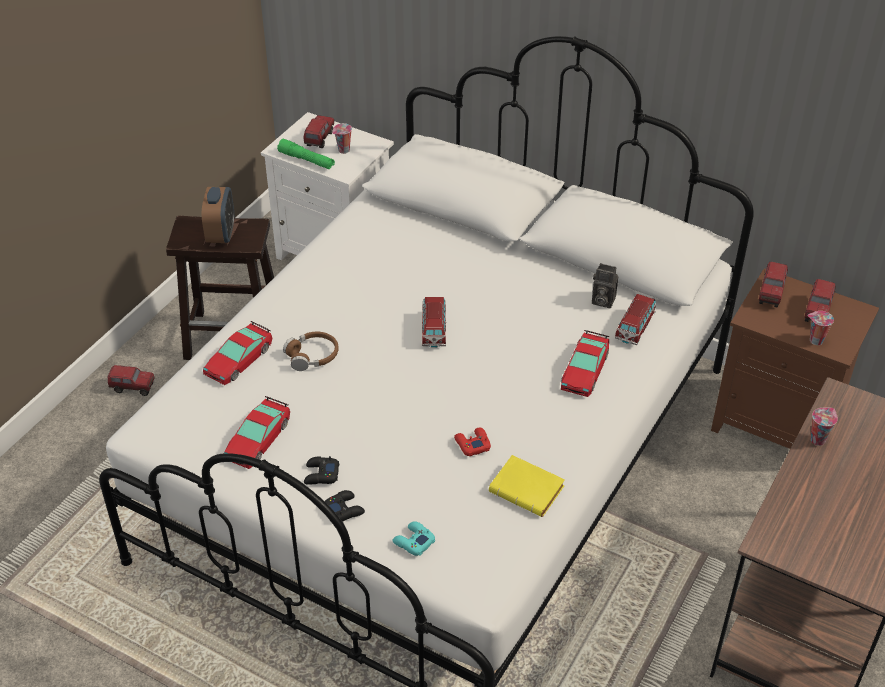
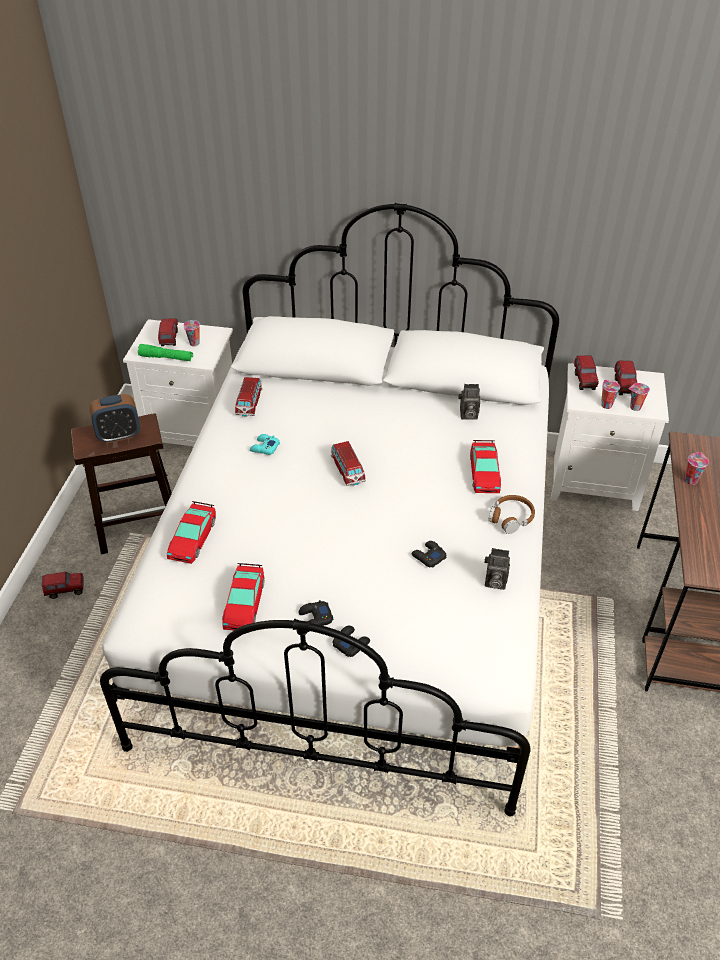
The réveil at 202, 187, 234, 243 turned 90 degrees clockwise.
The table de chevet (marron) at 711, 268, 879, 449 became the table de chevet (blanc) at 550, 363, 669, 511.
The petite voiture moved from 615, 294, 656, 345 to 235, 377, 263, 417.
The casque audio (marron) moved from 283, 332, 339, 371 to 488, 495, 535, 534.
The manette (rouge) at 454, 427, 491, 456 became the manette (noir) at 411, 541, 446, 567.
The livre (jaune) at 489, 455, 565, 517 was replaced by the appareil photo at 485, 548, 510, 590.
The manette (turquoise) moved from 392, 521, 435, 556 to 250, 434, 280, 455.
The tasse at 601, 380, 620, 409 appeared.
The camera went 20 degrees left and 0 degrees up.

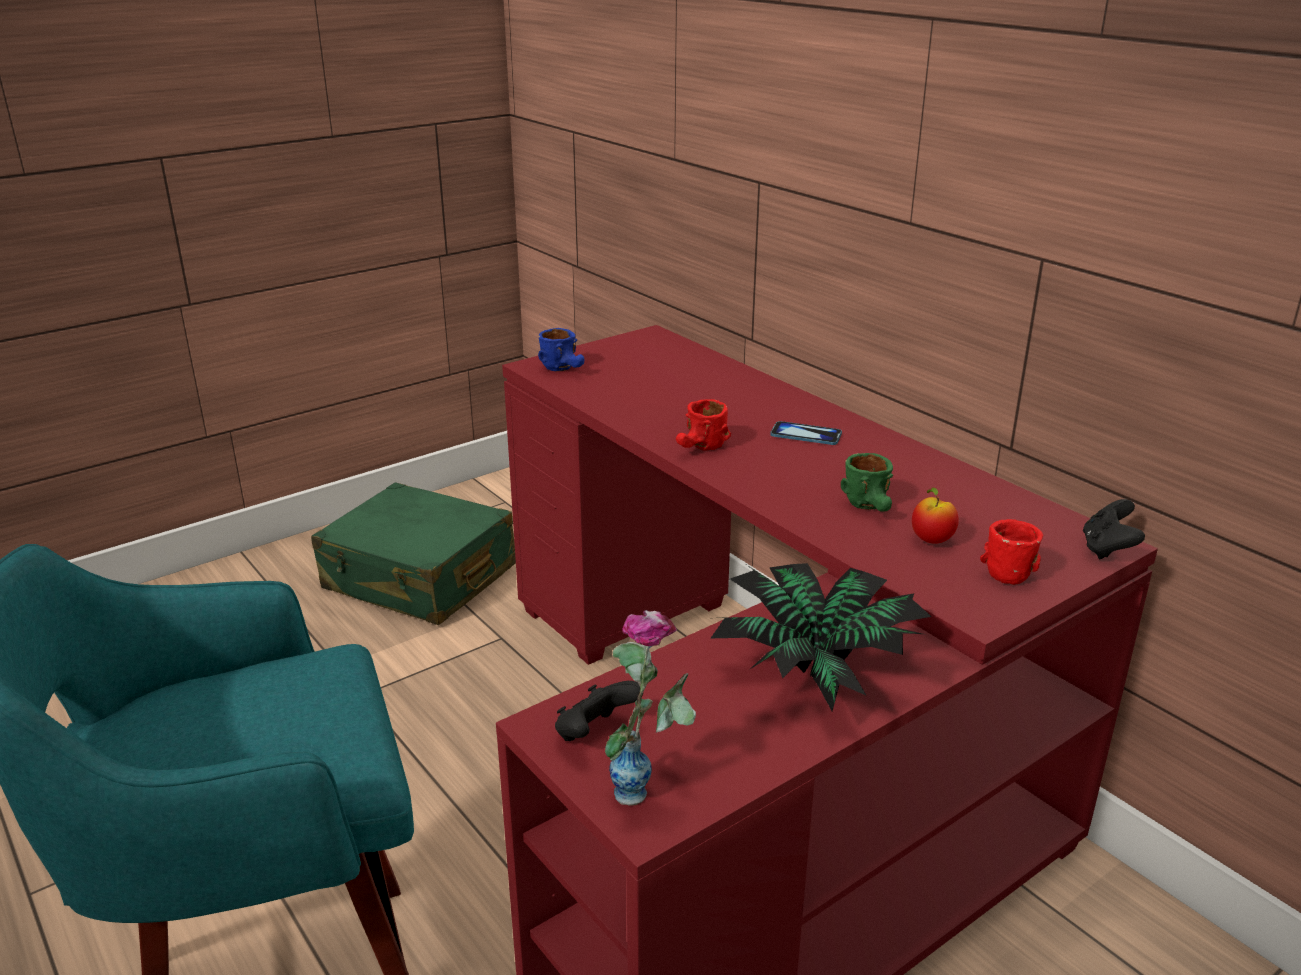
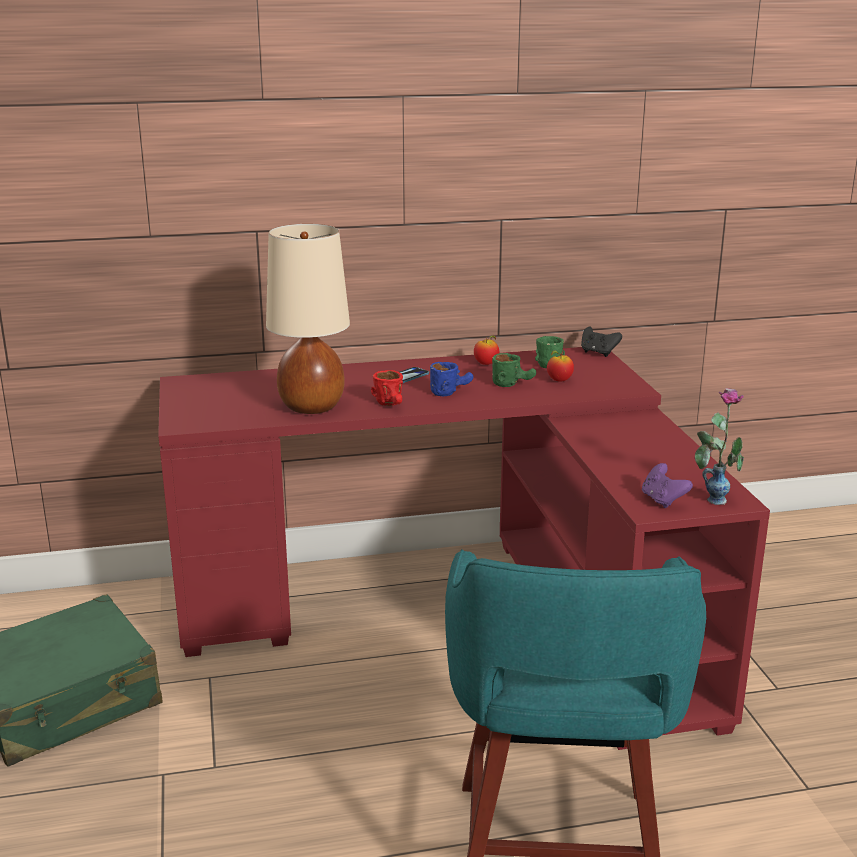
The mug (bleu) moved from 538, 328, 584, 371 to 430, 362, 474, 396.
The mug (rouge) at 980, 519, 1043, 585 disappeared.
The plante en pot at 711, 563, 932, 711 disappeared.
The manette (noir) at 555, 681, 643, 741 became the manette (violet) at 642, 463, 693, 508.
The lampe de table (beige) at 266, 224, 350, 414 appeared.
The pomme at 474, 335, 499, 365 appeared.
The mug (vert) at 535, 336, 565, 368 appeared.
The camera went 65 degrees left and 5 degrees down.

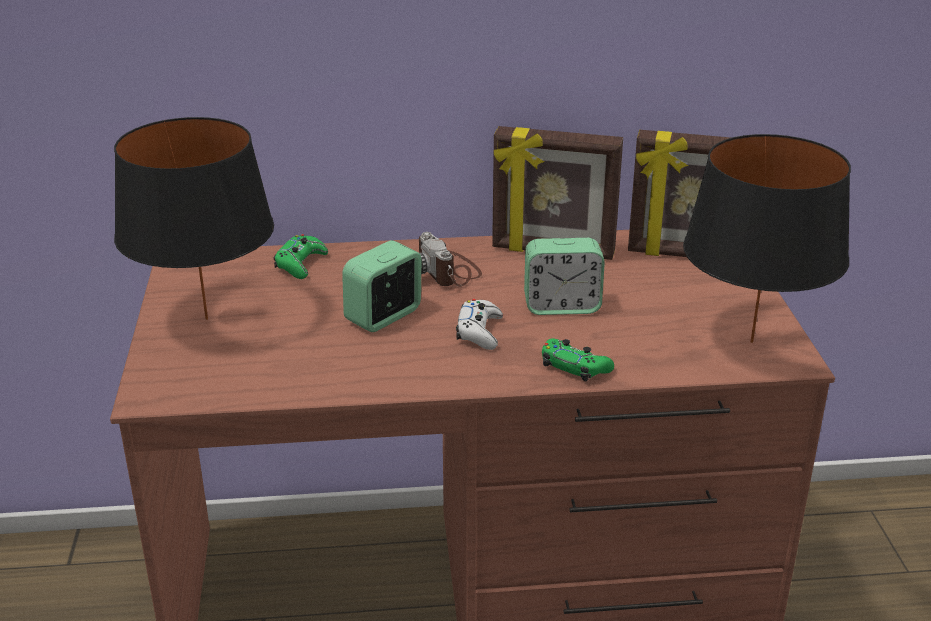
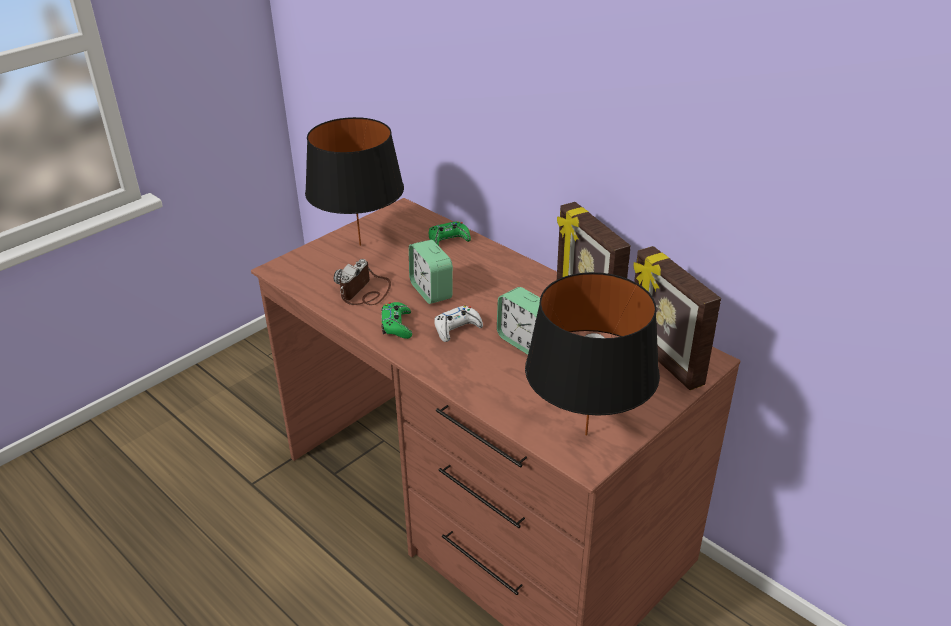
The appareil photo moved from 419, 232, 482, 287 to 334, 259, 391, 305.
The réveil at 342, 240, 421, 332 turned 120 degrees counterclockwise.
The manette (vert) moved from 542, 339, 614, 381 to 381, 302, 412, 339.
The camera went 50 degrees right and 5 degrees up.

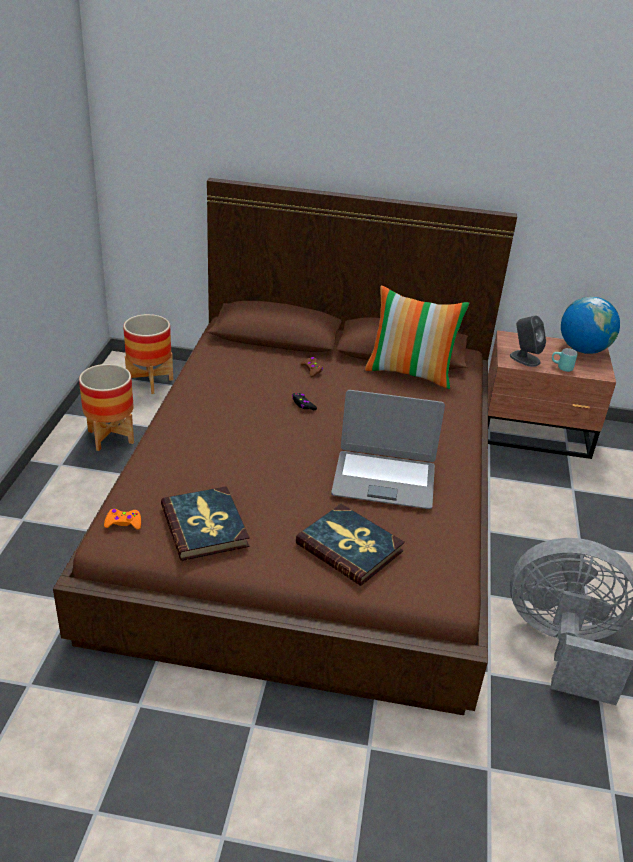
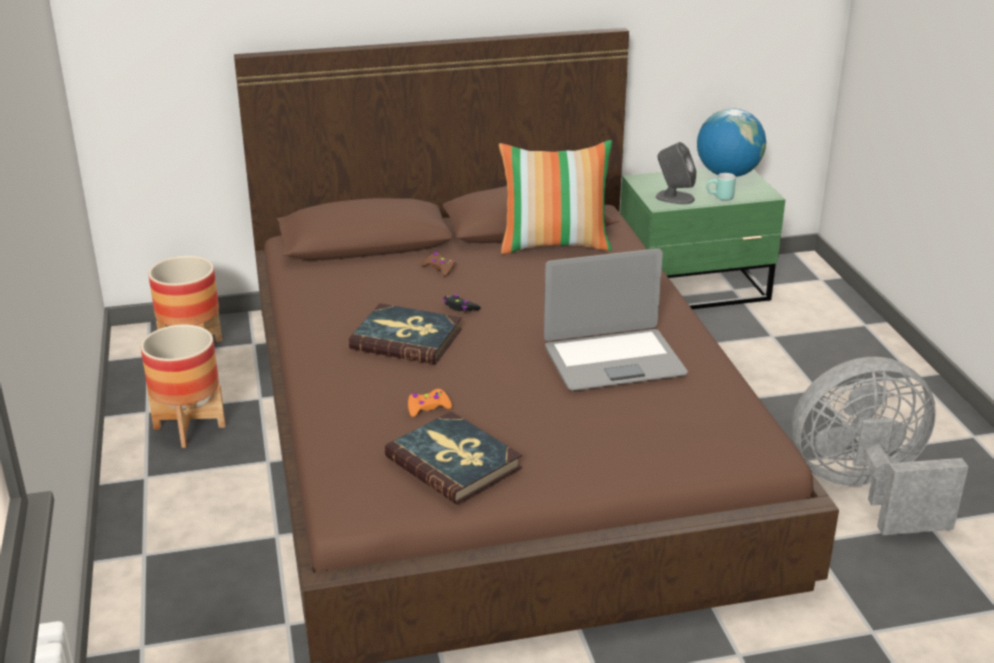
The table de chevet (marron) at 488, 330, 616, 459 became the table de chevet (vert) at 620, 168, 785, 309.
The livre moved from 296, 504, 405, 586 to 349, 303, 462, 364.
The manette (orange) moved from 104, 509, 141, 530 to 408, 389, 452, 417.
The camera went 20 degrees left and 5 degrees down.

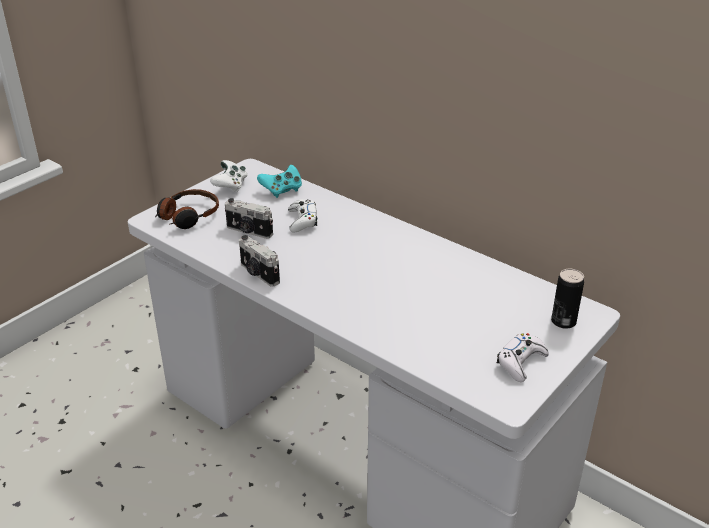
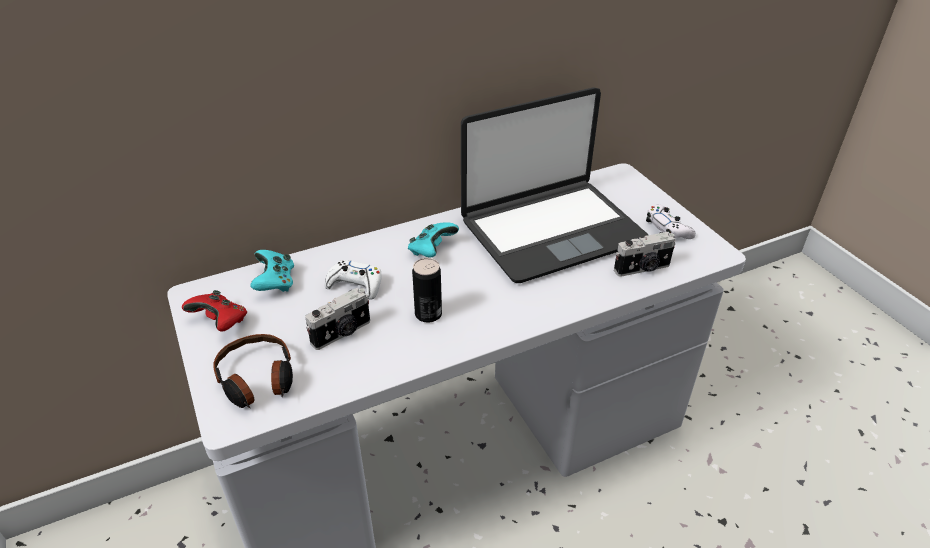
The manette (blanc) at 210, 160, 248, 192 became the manette (rouge) at 182, 290, 247, 332.
The appareil photo moved from 239, 235, 280, 287 to 614, 232, 675, 277.
The boîte métallique moved from 551, 269, 584, 329 to 412, 258, 442, 323.
The ordinateur portable at 461, 88, 648, 283 appeared.
The manette (turquoise) at 408, 222, 459, 258 appeared.
The camera went 65 degrees left and 5 degrees up.

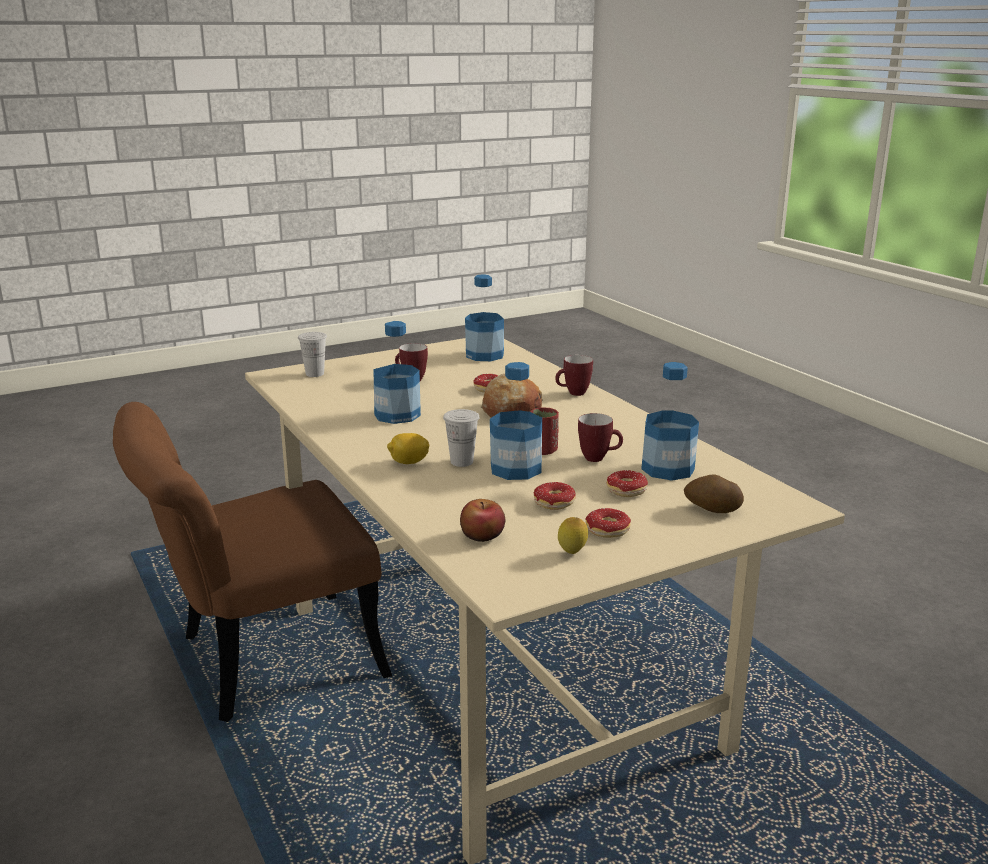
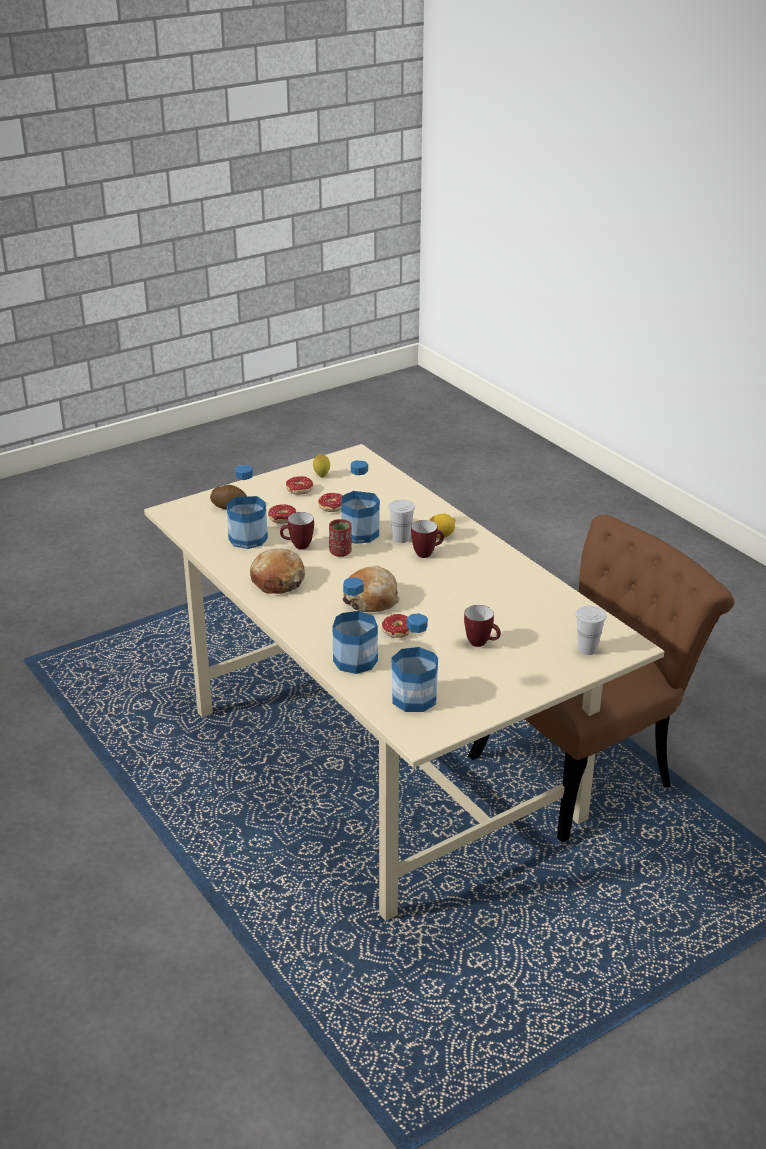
The bouteille moved from 373, 321, 421, 424 to 333, 577, 378, 674.
The mug moved from 555, 355, 593, 396 to 411, 520, 444, 558.
The pomme at 460, 499, 505, 542 disappeared.
The pain at 250, 548, 305, 594 appeared.
The camera went 175 degrees right and 10 degrees up.

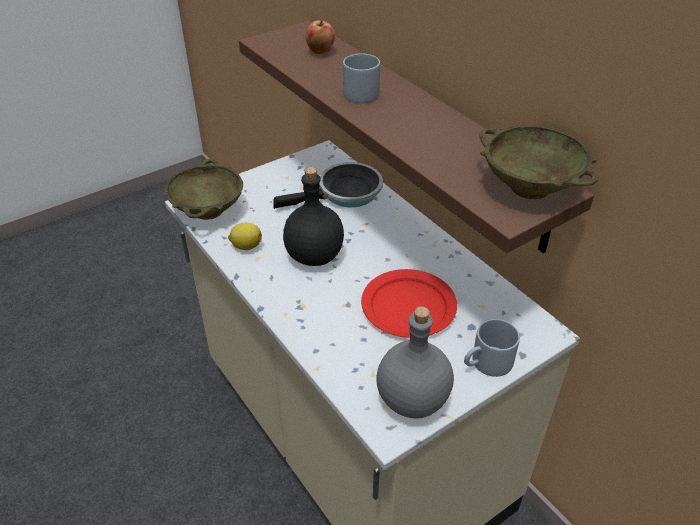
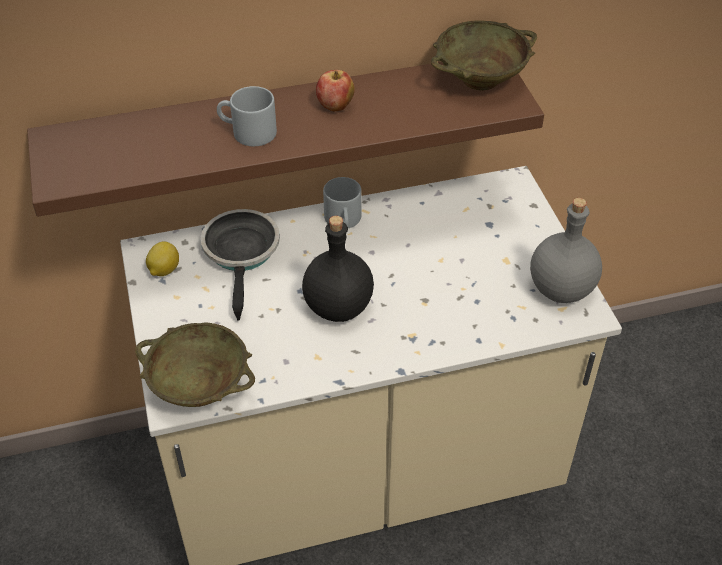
The pomme moved from 305, 20, 335, 54 to 316, 70, 355, 111.
The citron moved from 228, 223, 262, 250 to 146, 241, 179, 276.
The assiette (rouge) at 361, 269, 457, 338 disappeared.
The mug (gris) moved from 464, 319, 520, 377 to 323, 177, 362, 228.
The camera went 70 degrees left and 5 degrees up.

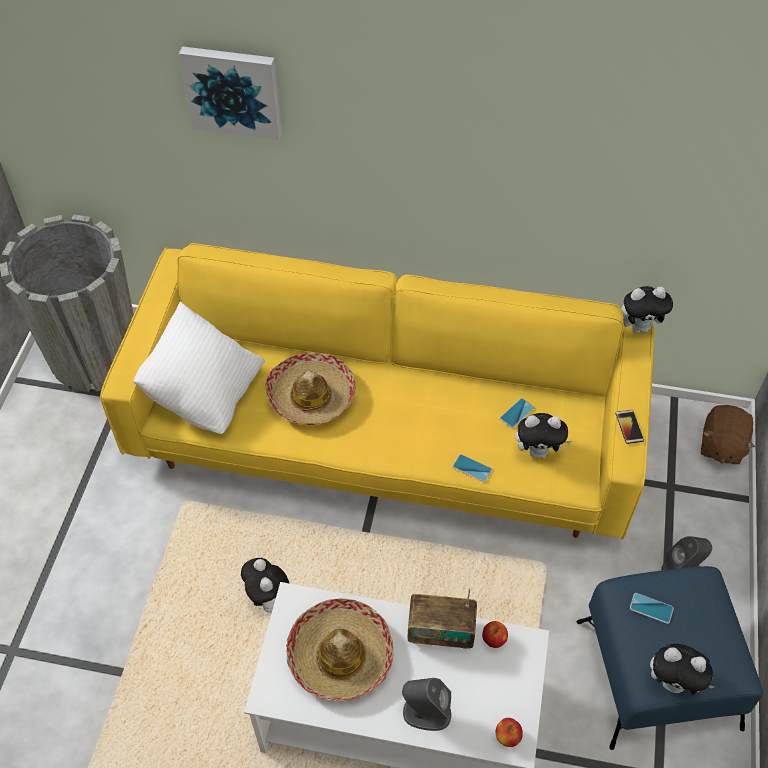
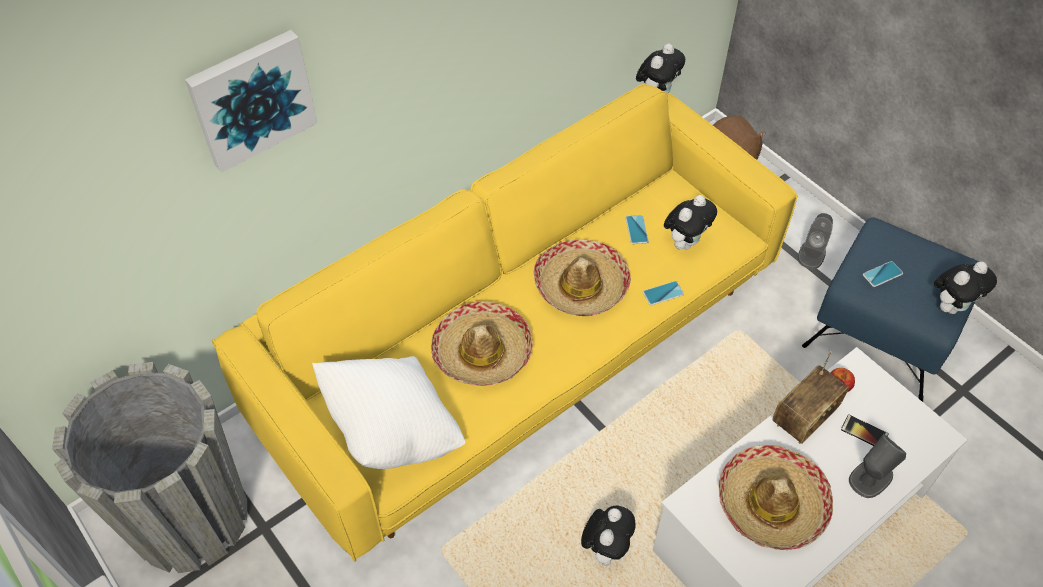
The téléphone moved from 615, 410, 644, 444 to 841, 414, 889, 446.
The peluche at 241, 558, 290, 612 turned 90 degrees counterclockwise.
The pomme at 496, 718, 523, 747 disappeared.
The chapeau at 534, 239, 631, 316 appeared.
The camera went 50 degrees left and 0 degrees up.

